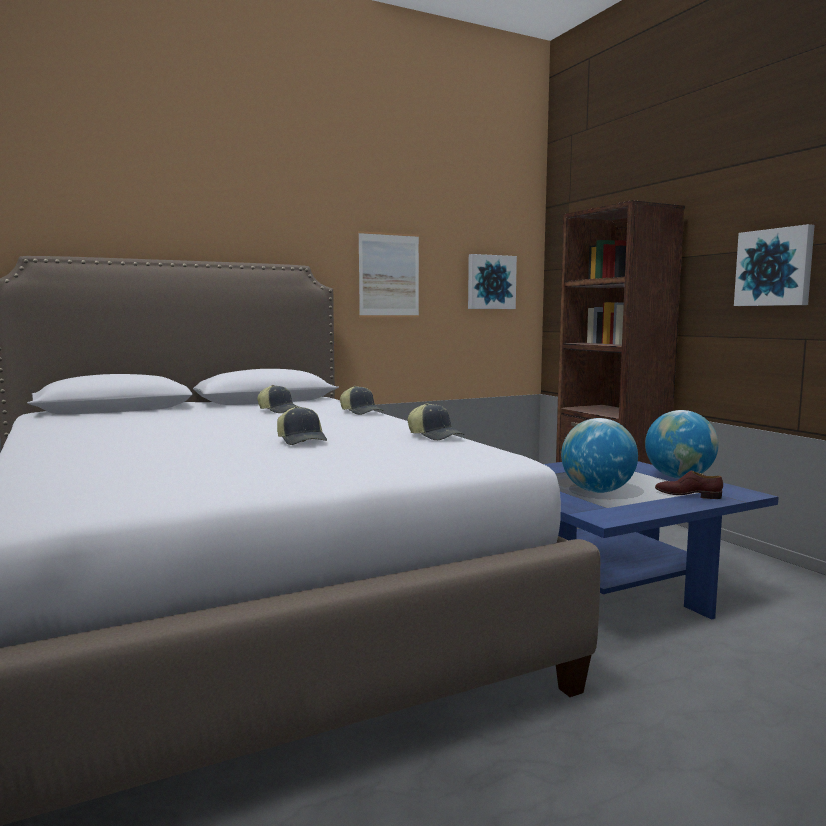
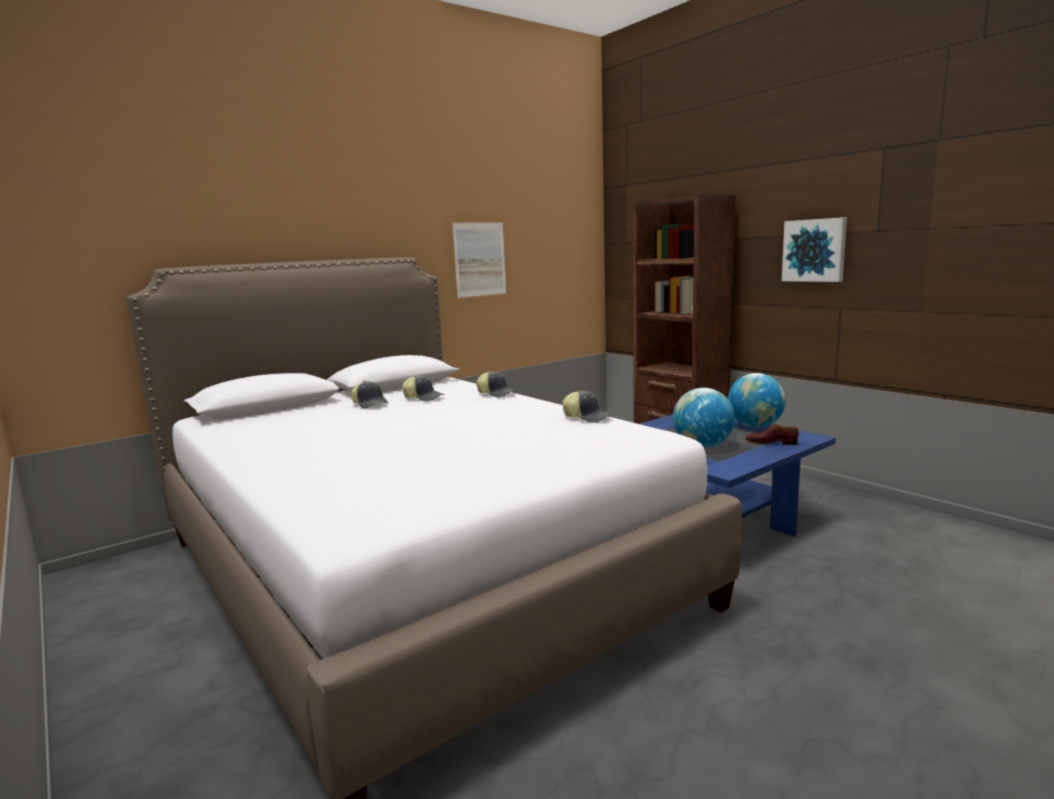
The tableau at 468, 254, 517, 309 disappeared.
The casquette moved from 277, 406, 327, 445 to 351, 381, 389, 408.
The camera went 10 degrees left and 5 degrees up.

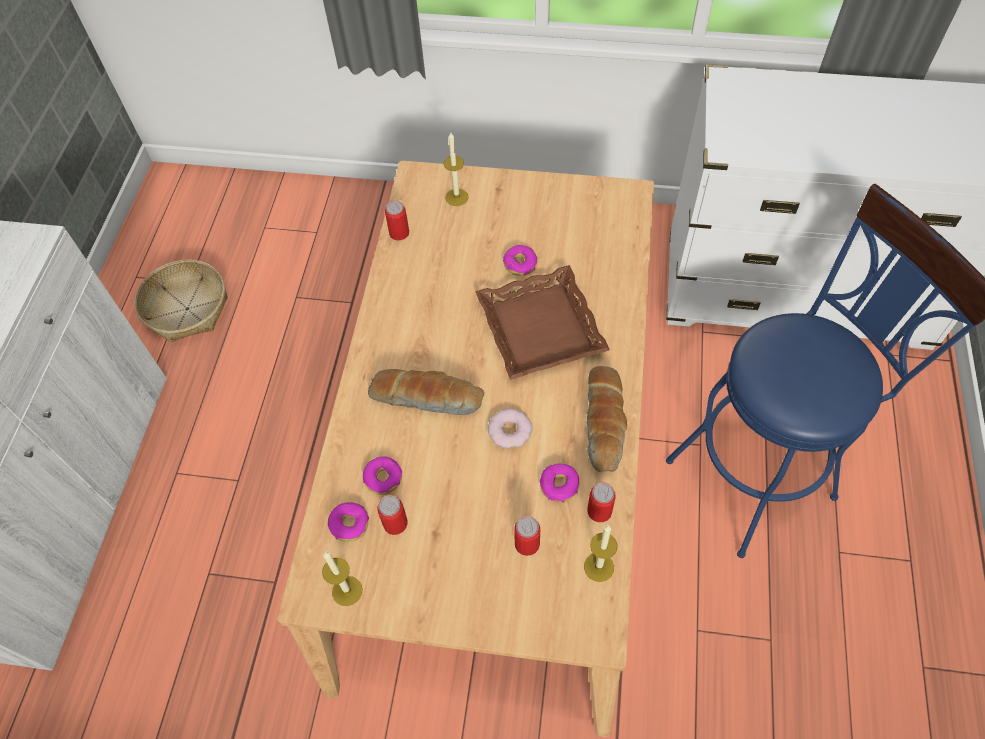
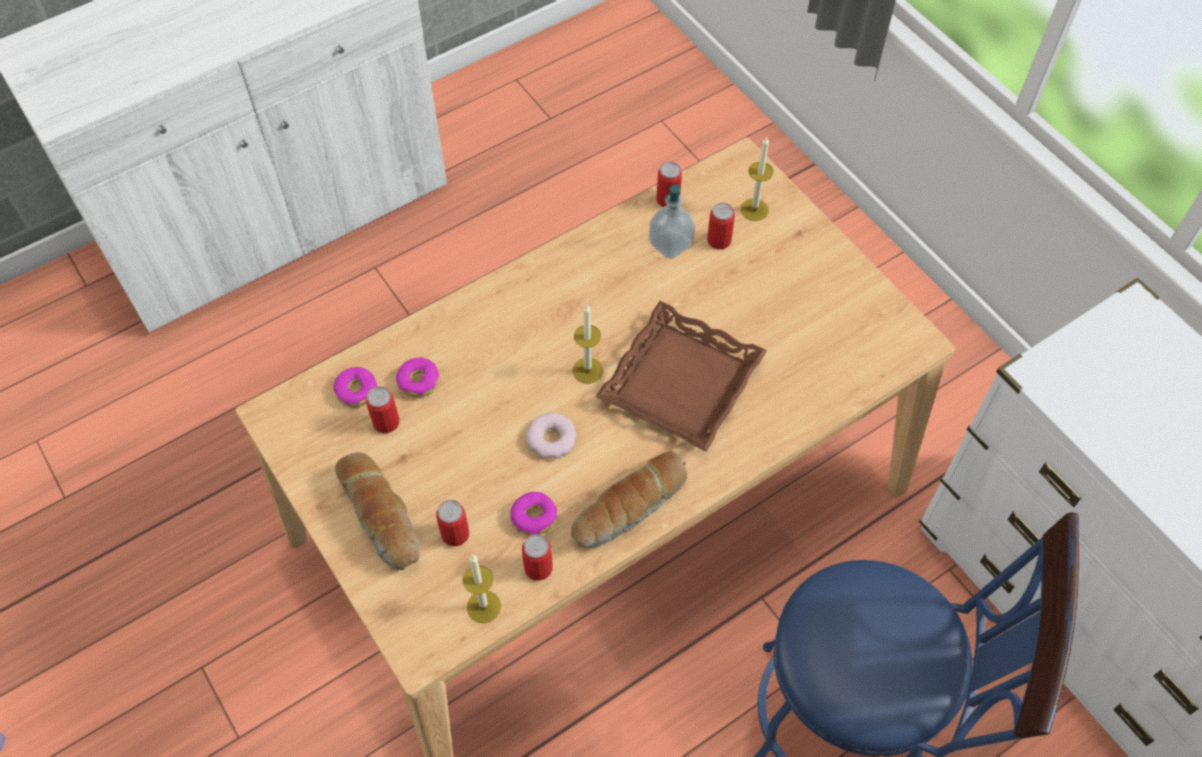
The beignet at 503, 245, 537, 276 disappeared.
The panier at 134, 260, 228, 342 disappeared.
The pain moved from 368, 369, 484, 415 to 335, 452, 419, 570.
The bougie moved from 322, 551, 362, 606 to 573, 305, 603, 384.
The distributeur de savon at 649, 185, 695, 259 appeared.
The boîte métallique at 707, 203, 735, 249 appeared.
The camera went 45 degrees right and 0 degrees up.

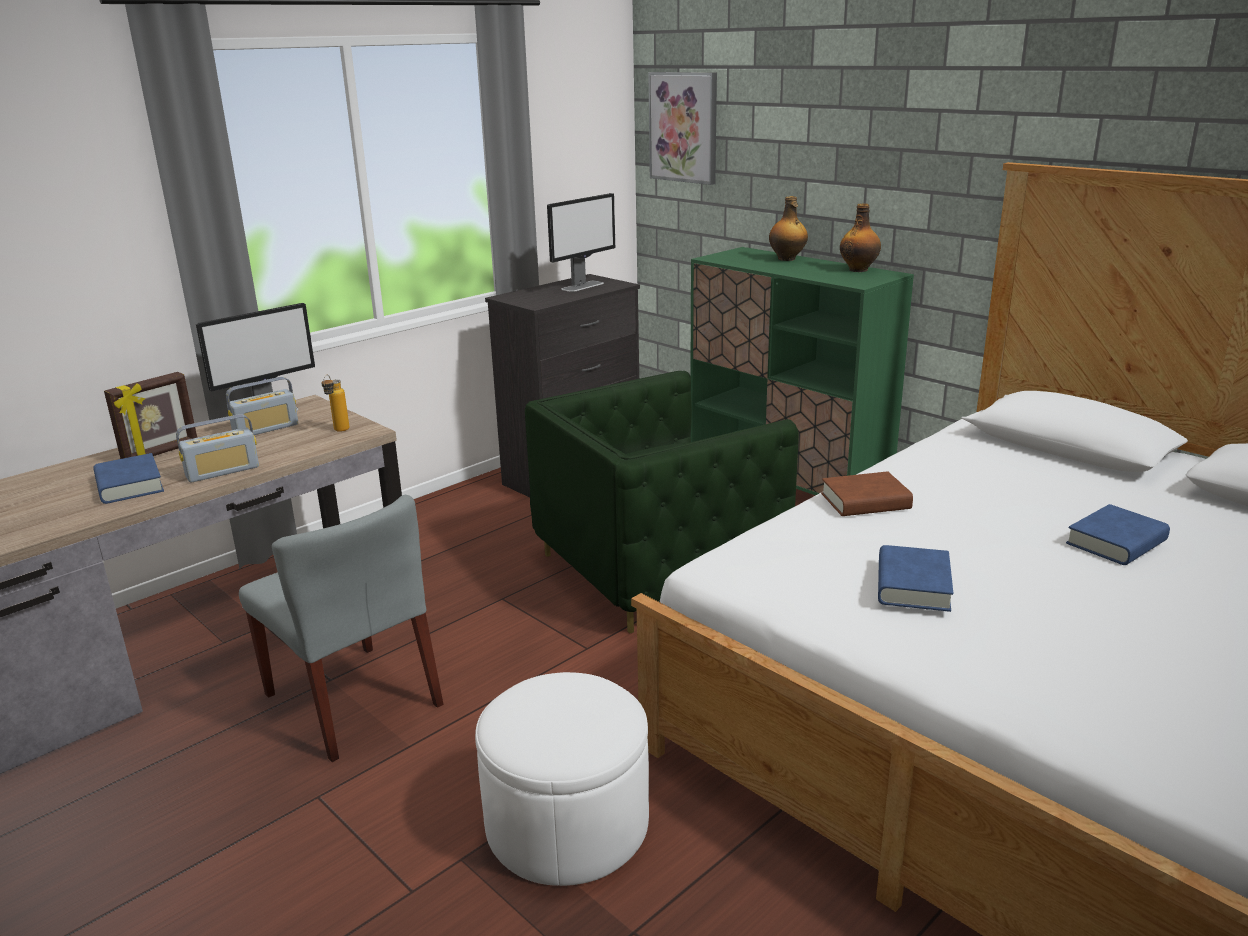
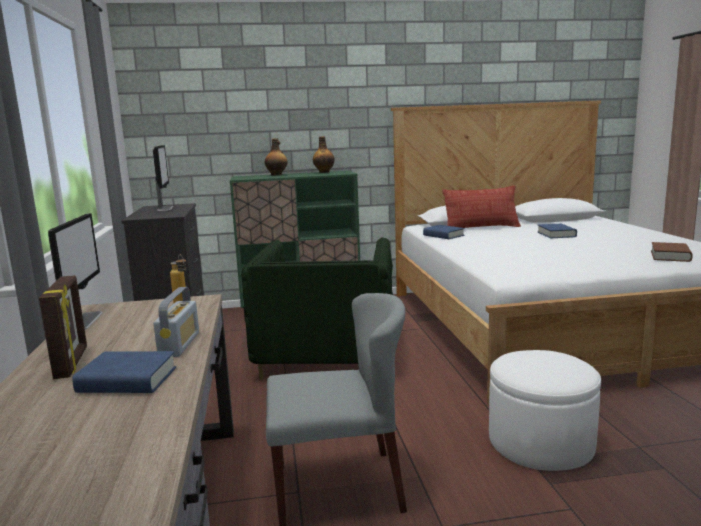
The tableau at 648, 72, 717, 185 disappeared.
The radio at 226, 377, 298, 435 disappeared.
The livre (marron) moved from 821, 471, 913, 516 to 651, 242, 693, 262.
The livre (bleu) moved from 878, 545, 953, 612 to 423, 225, 464, 239.
The coussin at 442, 185, 521, 228 appeared.
The camera went 55 degrees left and 10 degrees down.

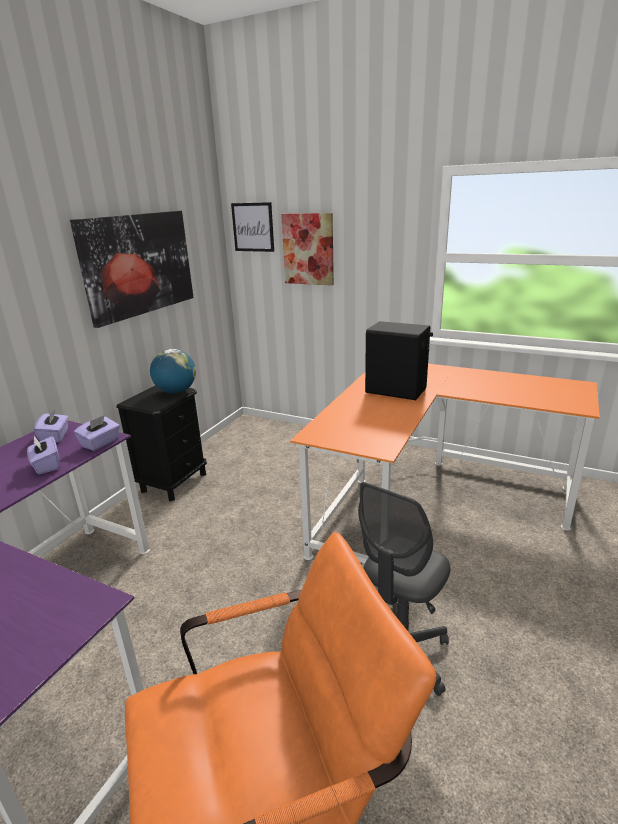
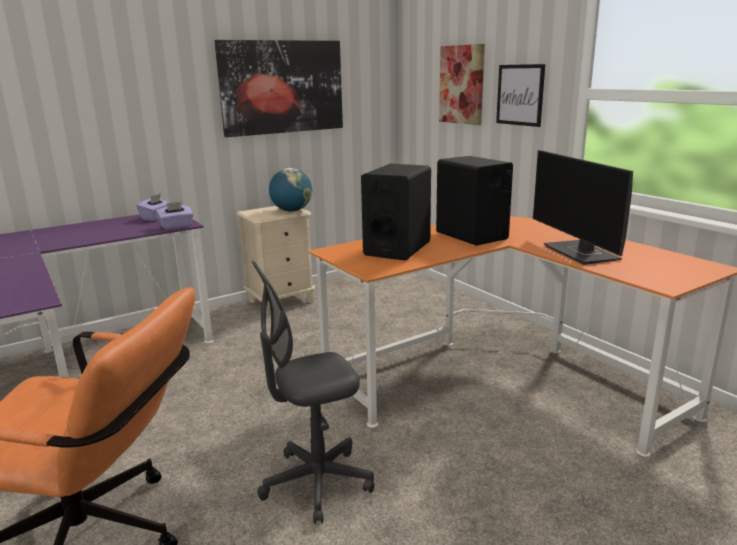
The tableau moved from 231, 202, 274, 252 to 496, 64, 545, 127.
The table de chevet (noir) at 116, 385, 207, 501 became the table de chevet (beige) at 236, 206, 316, 314.
The boîte à mouchoirs (violet) at 27, 436, 60, 474 disappeared.
The écran d'ordinateur at 533, 150, 633, 265 appeared.
The enceinte (noir) at 361, 164, 431, 261 appeared.
The camera went 30 degrees right and 5 degrees down.

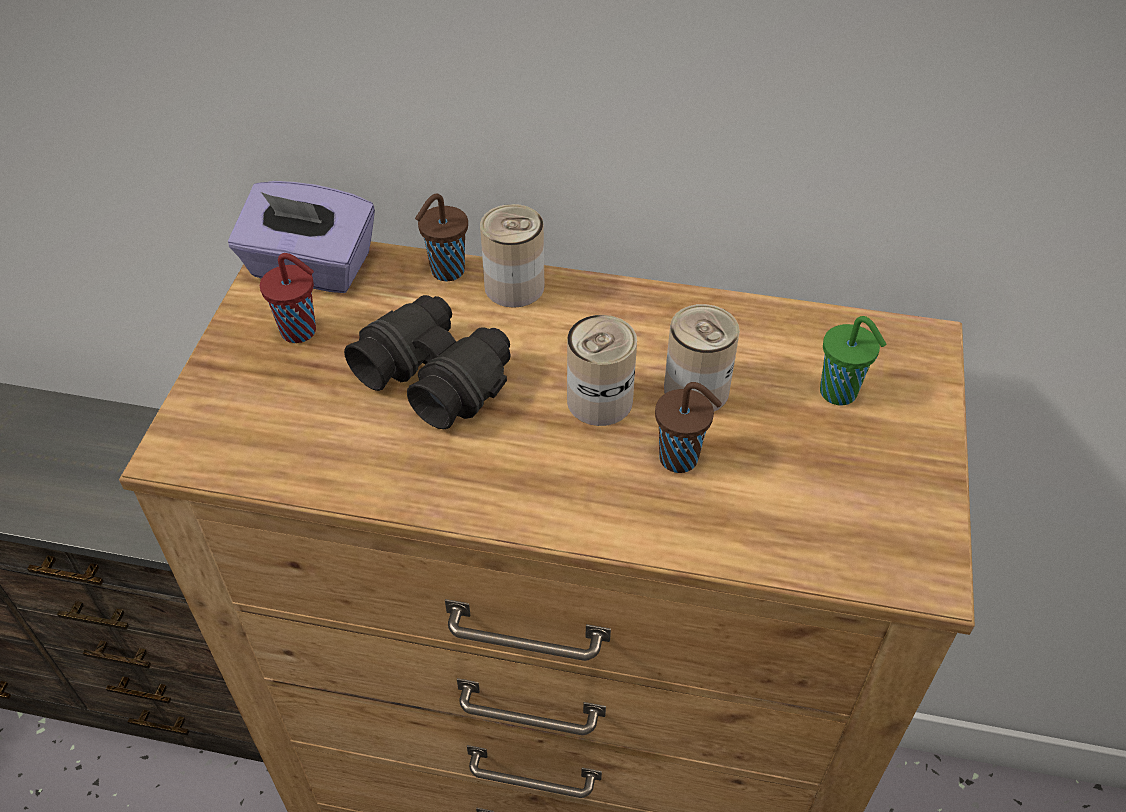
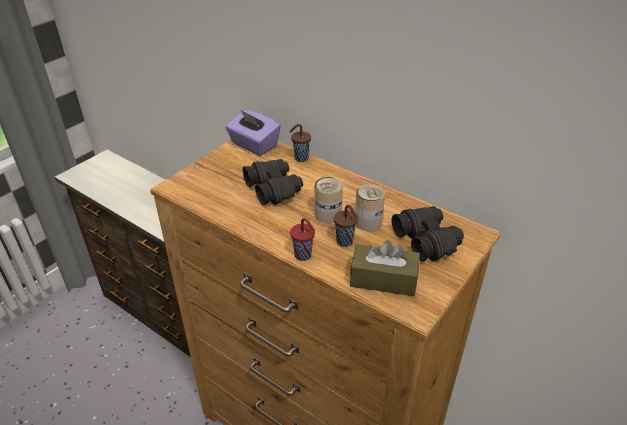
The boîte métallique at 480, 204, 545, 308 disappeared.
The tasse (rouge) moved from 260, 253, 316, 343 to 290, 218, 315, 261.
The tasse (vert) at 820, 316, 886, 405 was replaced by the jumelles (noir) at 391, 206, 464, 261.
The boîte à mouchoirs (marron) at 350, 240, 420, 296 appeared.
The camera went 25 degrees right and 10 degrees down.

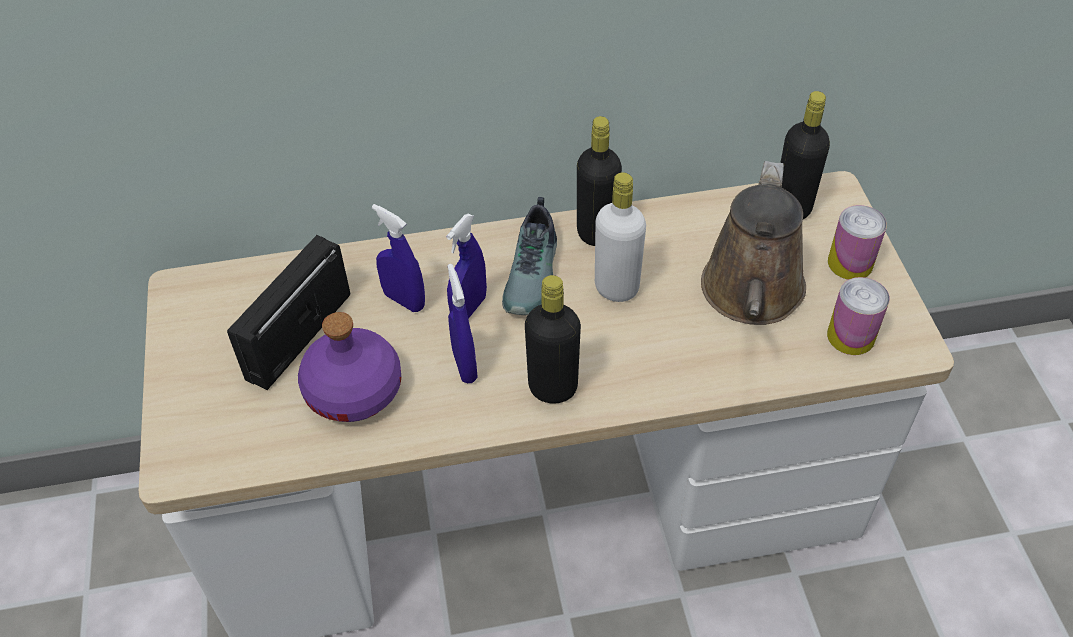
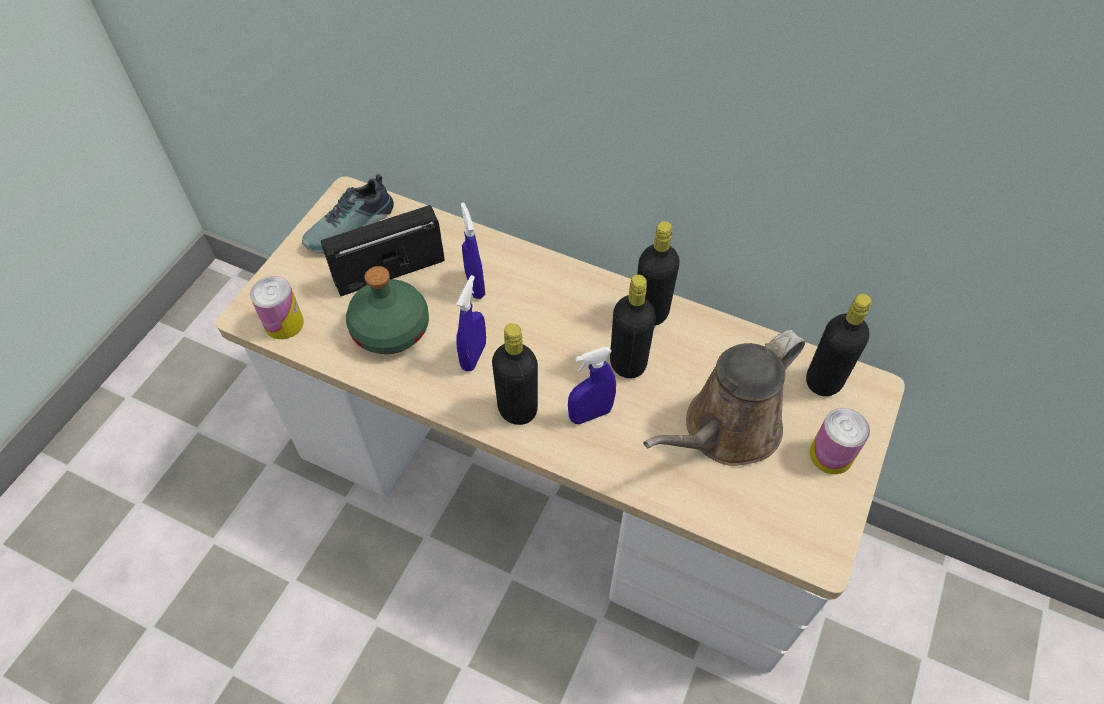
The bouteille (blanc) at 595, 173, 646, 302 became the bouteille (noir) at 610, 275, 656, 378.
The chaussure moved from 502, 197, 557, 315 to 302, 174, 394, 253.
The vaporisateur (bleu) moved from 446, 214, 487, 319 to 568, 347, 616, 424.
The boîte métallique moved from 827, 277, 890, 355 to 250, 276, 304, 339.
The bouteille (violet) at 298, 312, 402, 422 became the bouteille (vert) at 346, 266, 429, 354.
The camera went 35 degrees right and 5 degrees up.

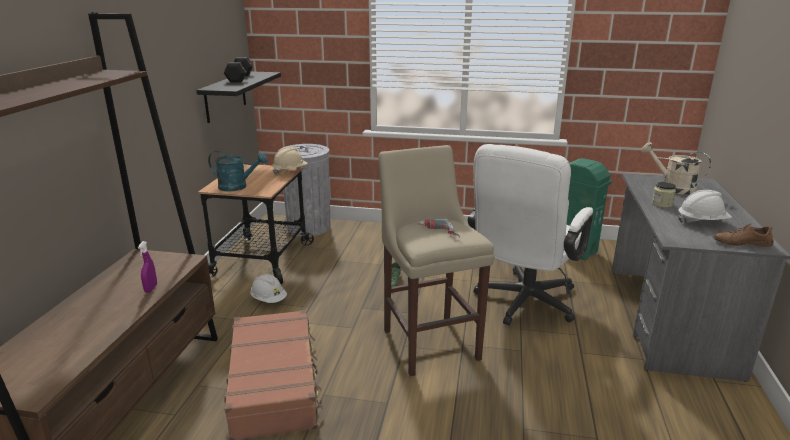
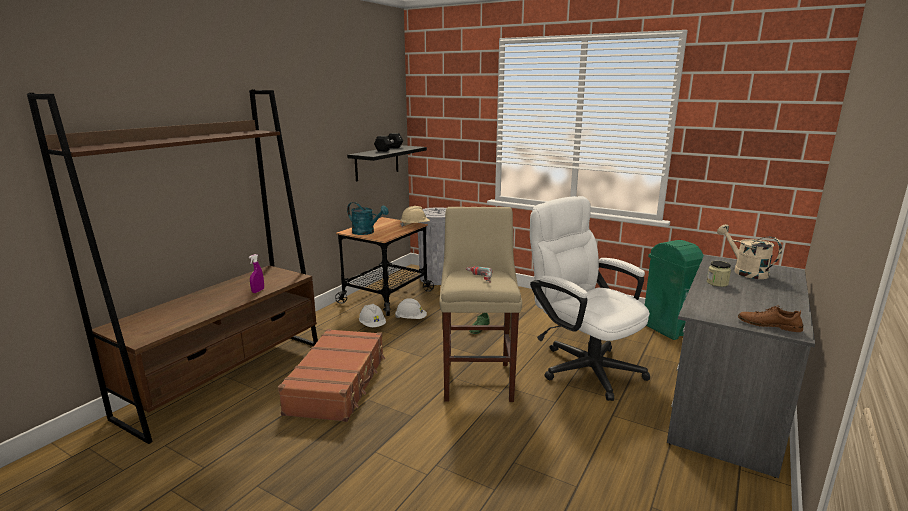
The chaise de bureau (blanc) at 468, 144, 593, 325 turned 90 degrees clockwise.
The casque de chantier (blanc) moved from 678, 190, 732, 223 to 395, 298, 427, 319.
The camera went 20 degrees right and 5 degrees down.

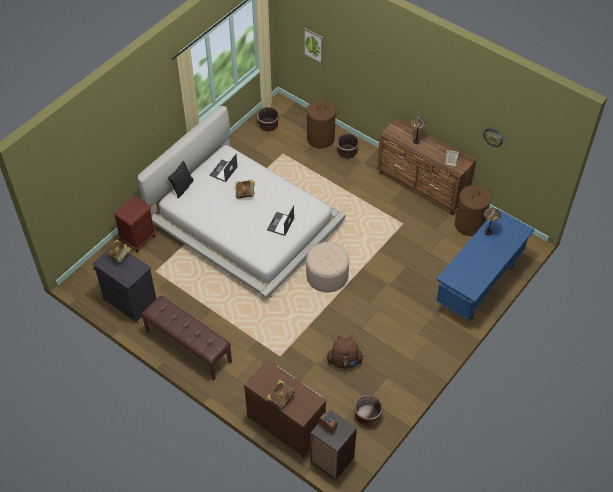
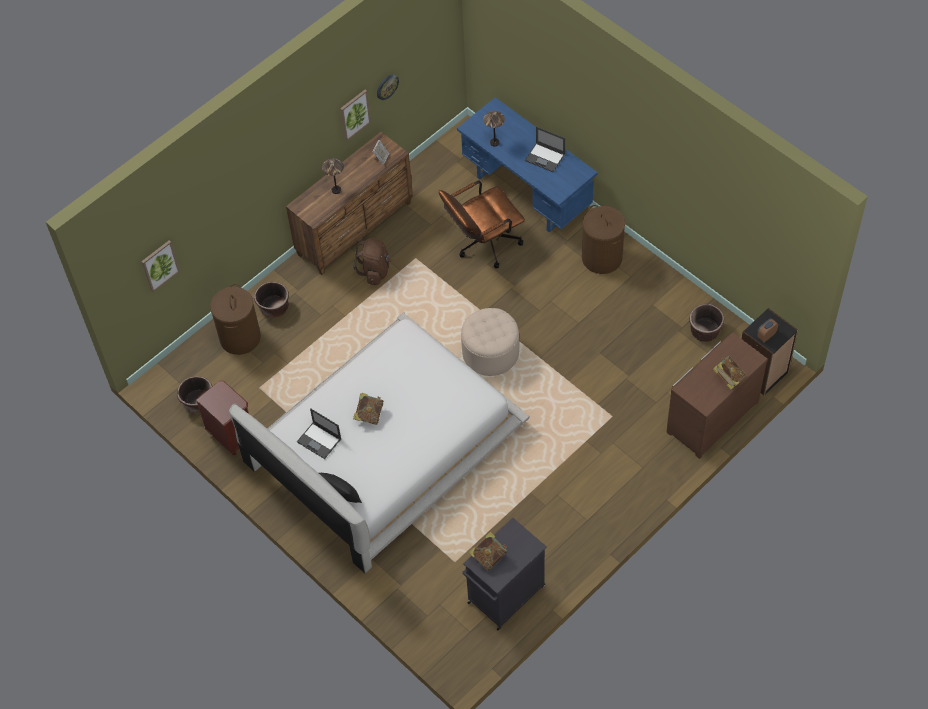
The panier à linge (marron) moved from 455, 185, 492, 236 to 582, 205, 625, 274.
The table de chevet (marron) moved from 113, 196, 156, 253 to 196, 381, 249, 455.
The ordinateur portable moved from 267, 205, 294, 236 to 525, 127, 565, 172.
The banc (marron) at 141, 296, 232, 380 disappeared.
The sac à dos (marron) moved from 327, 336, 364, 368 to 354, 238, 392, 285.
The tableau at 340, 90, 371, 141 appeared.
The chaise de bureau (marron) at 439, 180, 525, 268 appeared.
The camera went 80 degrees left and 5 degrees up.

